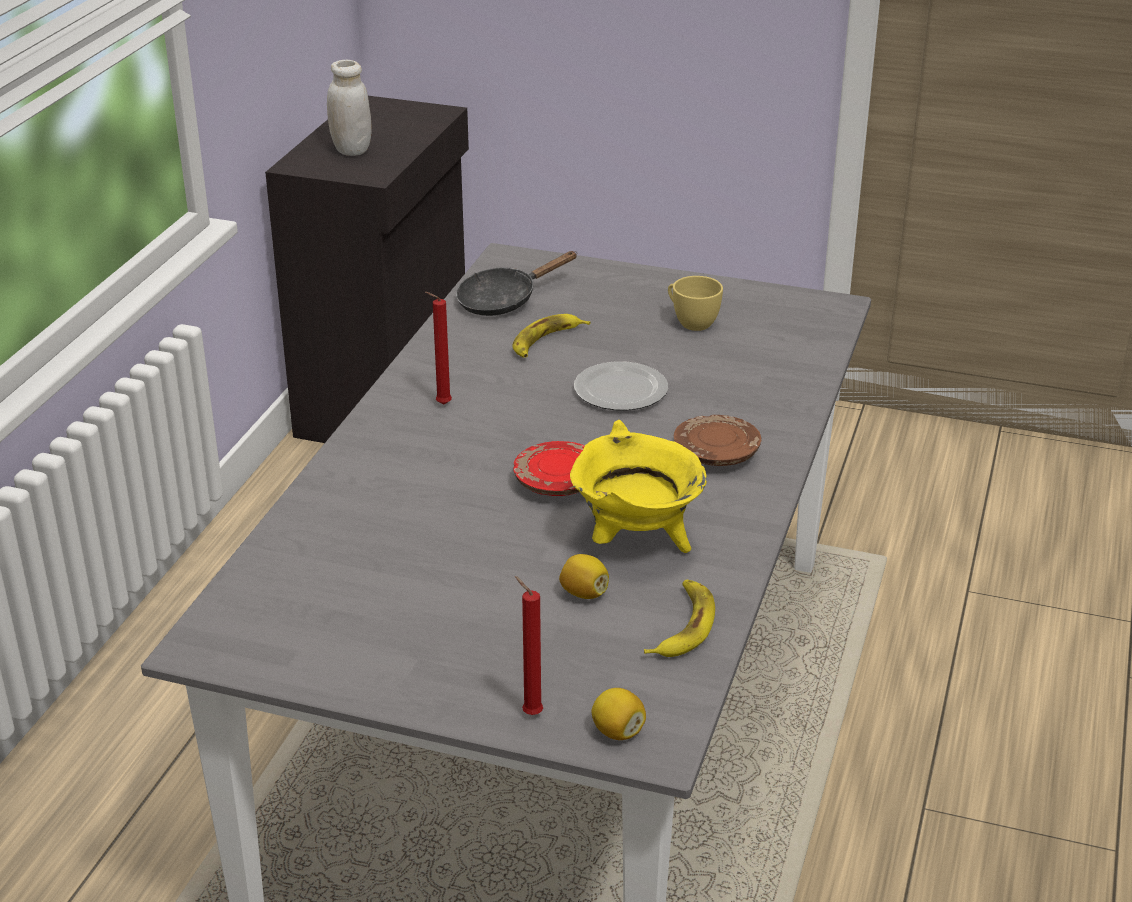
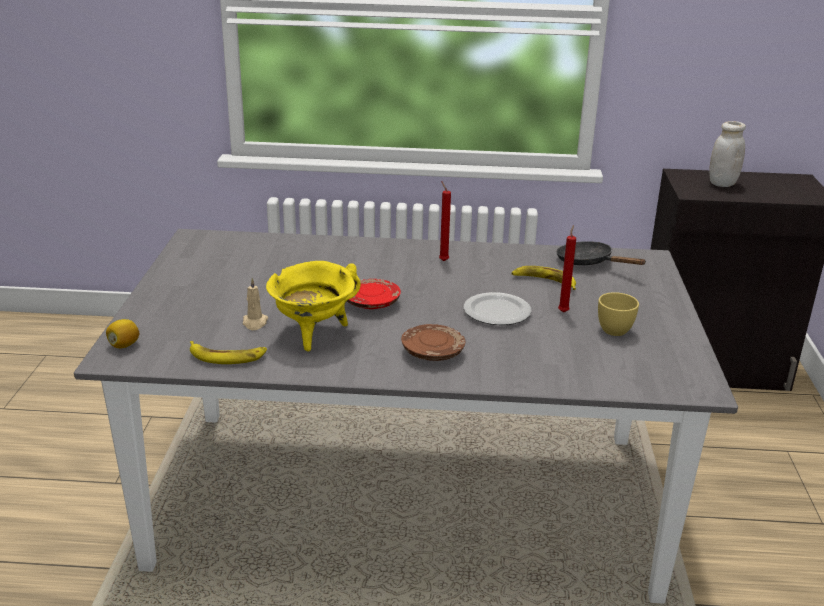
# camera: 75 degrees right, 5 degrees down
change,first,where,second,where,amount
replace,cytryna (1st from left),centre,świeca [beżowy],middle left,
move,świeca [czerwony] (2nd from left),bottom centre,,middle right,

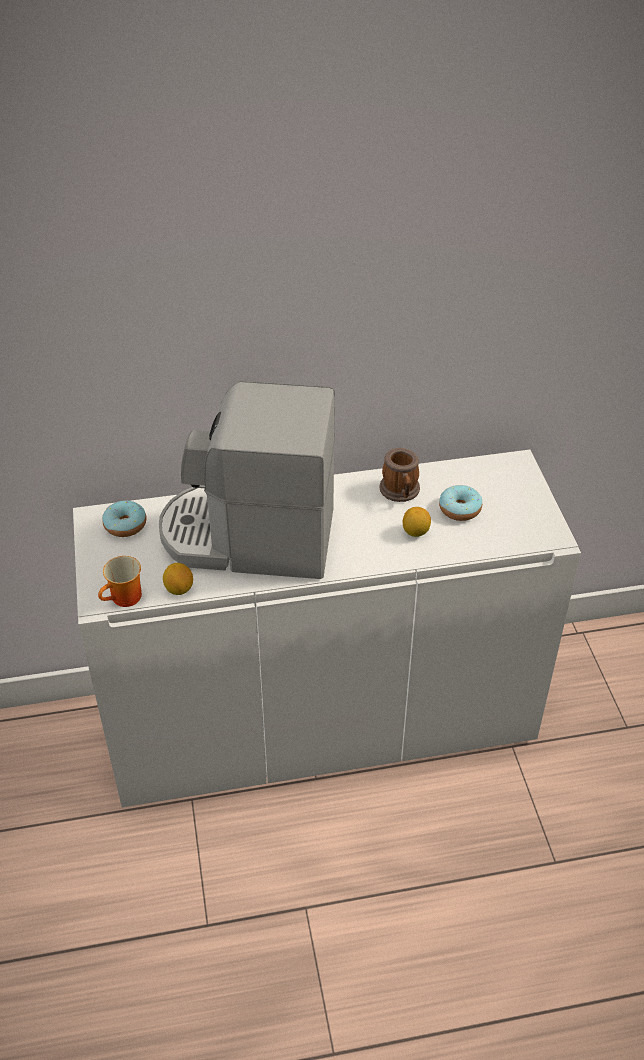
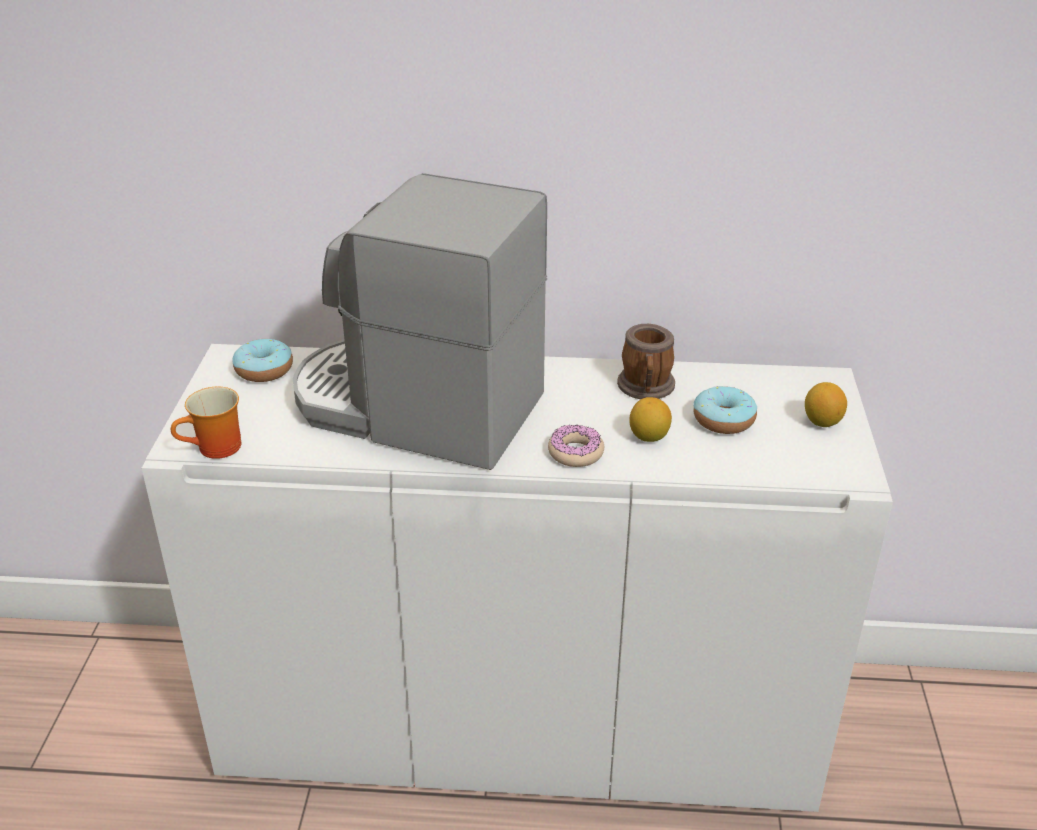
# camera: 15 degrees right, 10 degrees down
change,first,where,second,where,amount
insert,,,donut (2nd from left),centre,
move,cytryna (1st from left in the first image),middle left,cytryna (2nd from left),middle right,

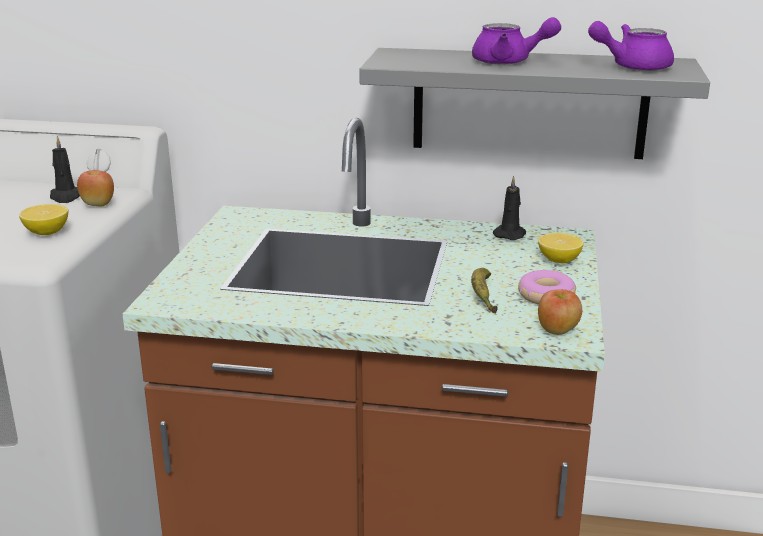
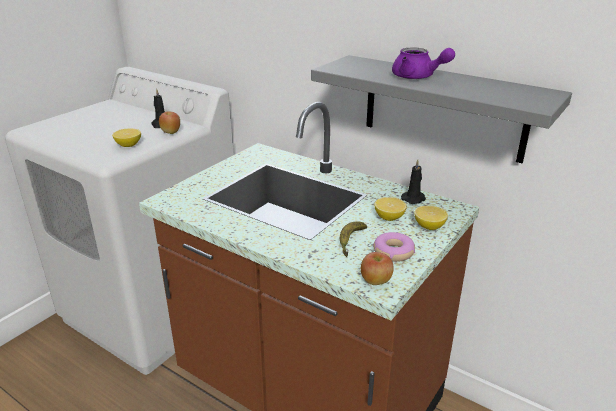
# camera: 25 degrees right, 5 degrees up
change,first,where,second,where,amount
insert,,,cytryna (2nd from left),centre,
delete,imbryk [fioletowy] (2nd from left),top right,,,

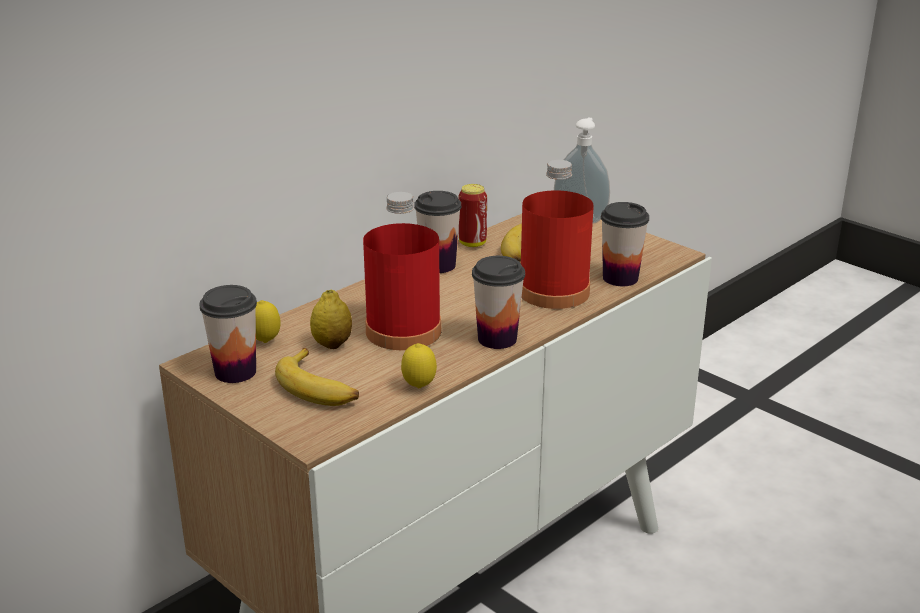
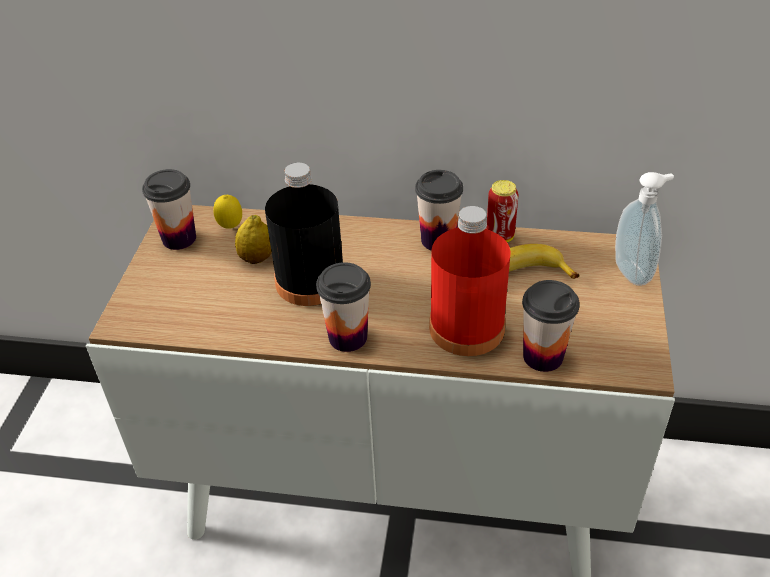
# camera: 55 degrees right, 15 degrees up
change,first,where,second,where,amount
recolor,butelka [czerwony] (1st from left),centre,butelka [czarny],centre,
delete,banan (1st from left),centre,,,
delete,cytryna (3rd from left),centre,,,

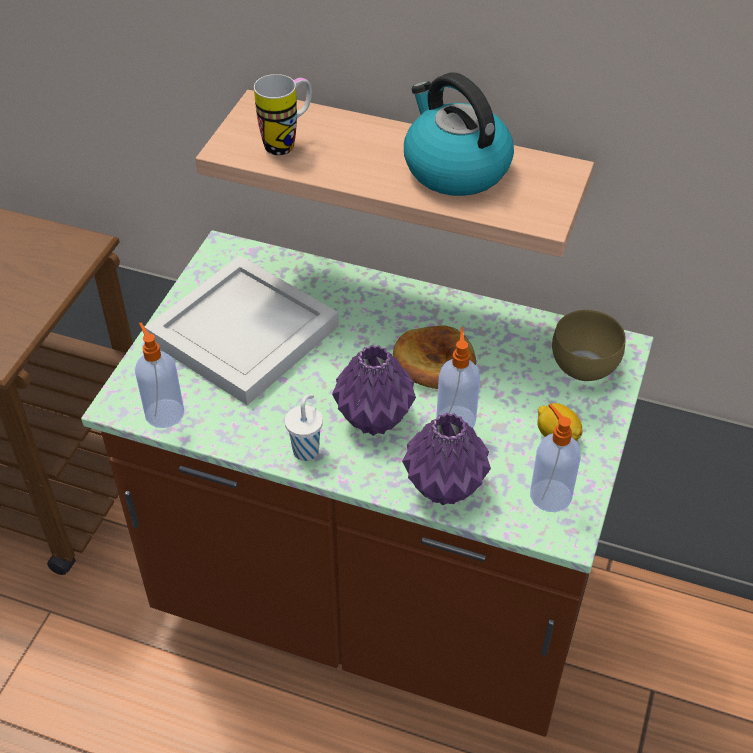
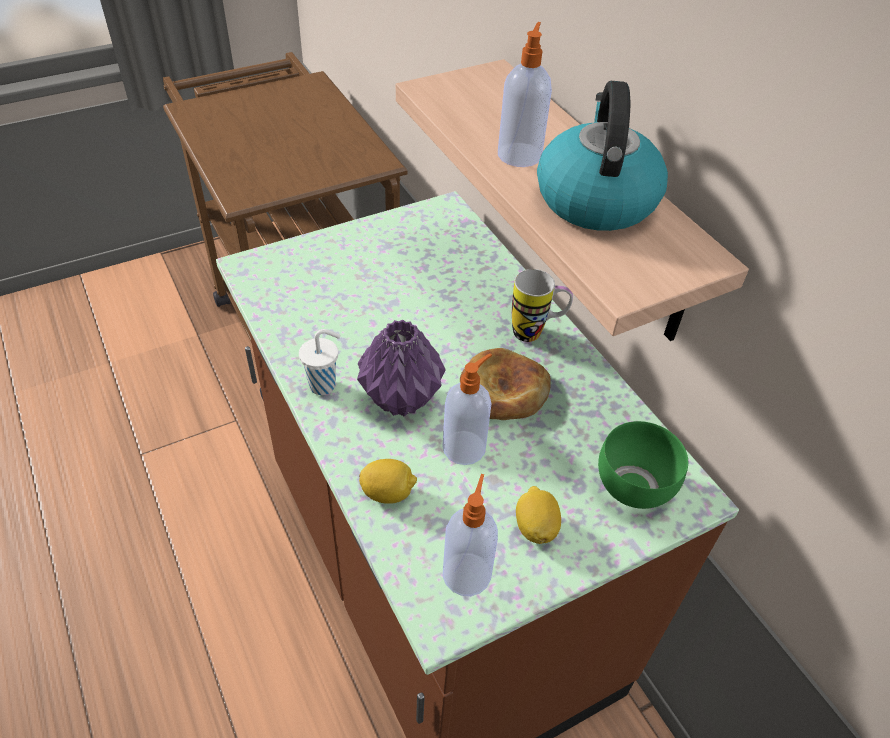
# camera: 40 degrees right, 0 degrees up
change,first,where,second,where,amount
replace,wazon [fioletowy] (2nd from left),centre,cytryna (1st from left),centre,
move,dozownik mydła (1st from left in the first image),middle left,dozownik mydła (3rd from left),top centre,
move,kubek,top centre,,centre,
recolor,miska [brązowy],middle right,miska [zielony],middle right,
delete,taca [biały],middle left,,,

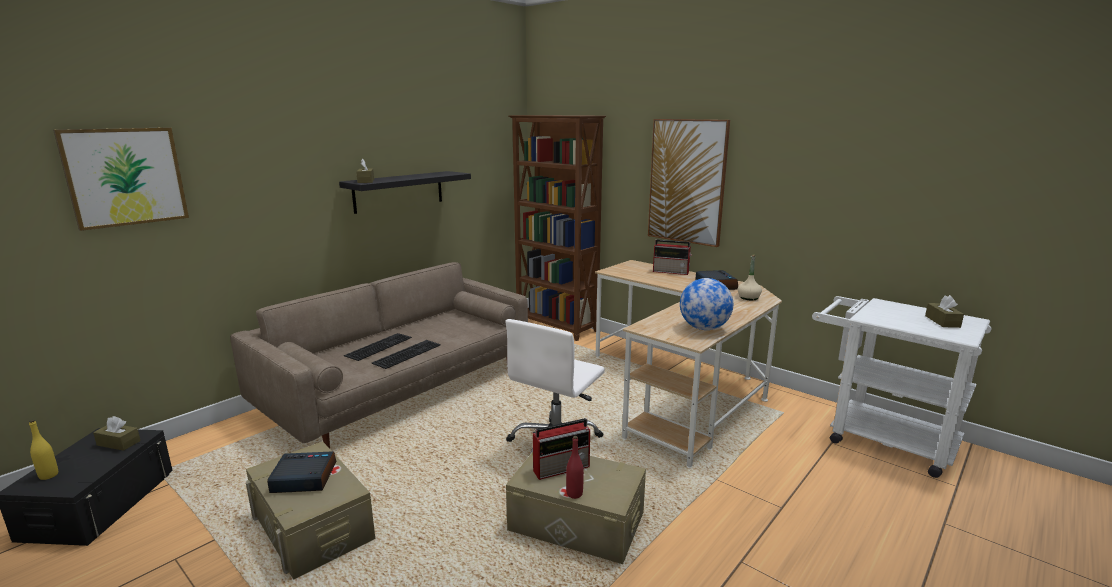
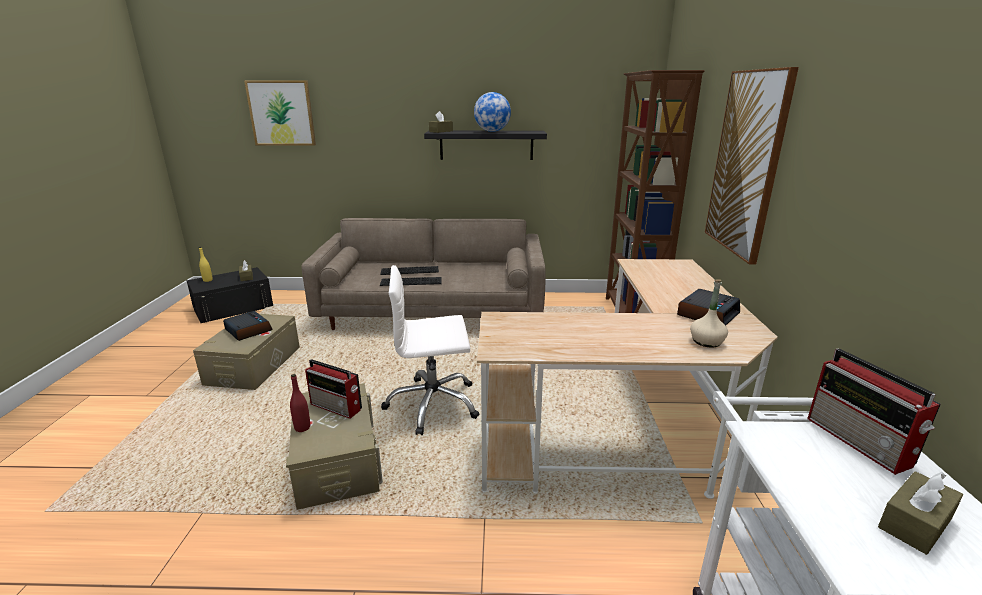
# camera: 50 degrees right, 5 degrees up
change,first,where,second,where,amount
move,globus,centre,,top centre,
move,radio (2nd from left),centre,,bottom right,

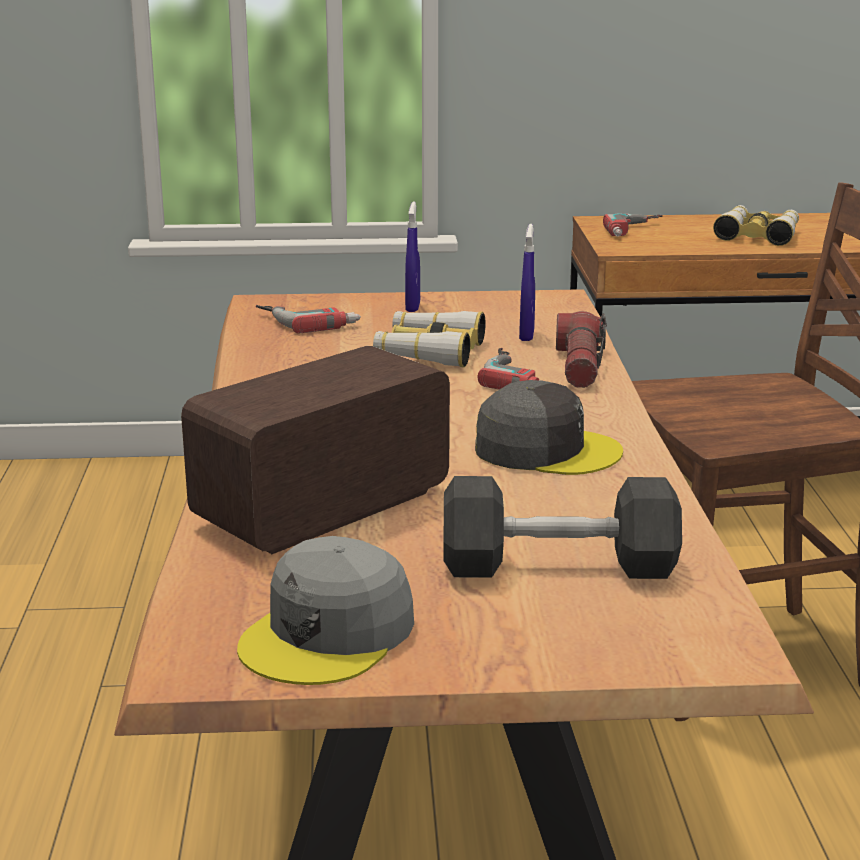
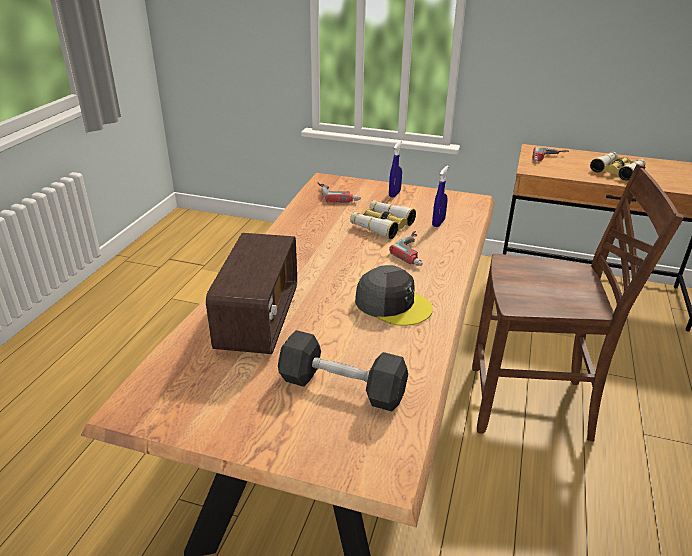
# camera: 20 degrees right, 10 degrees up
change,first,where,second,where,amount
rotate,radio,centre,,centre,120 degrees clockwise
delete,czapka z daszkiem [szary] (1st from left),bottom centre,,,
delete,latarka,middle right,,,

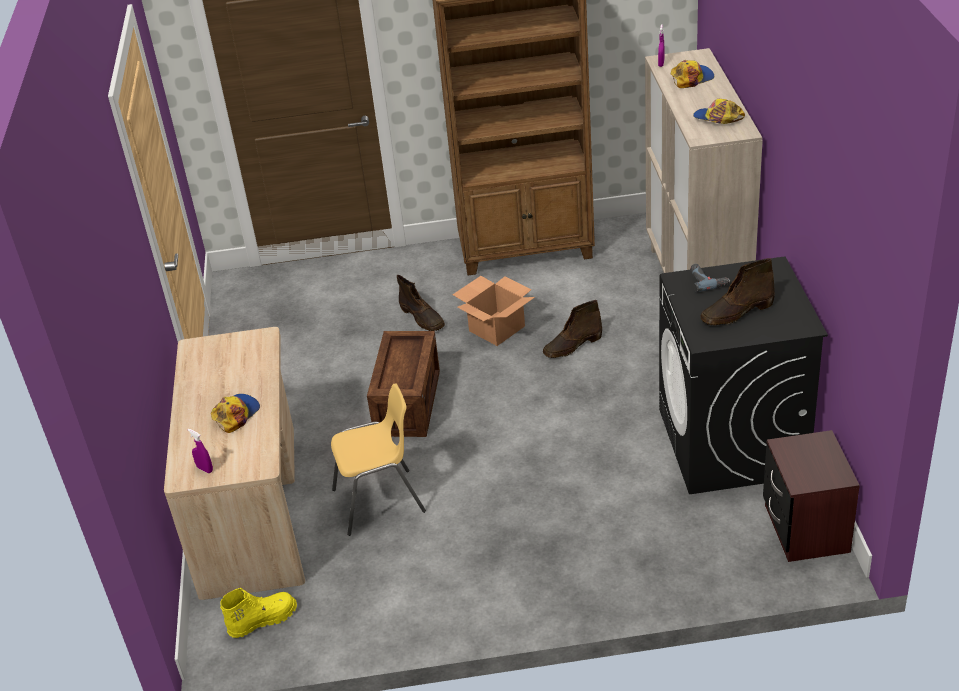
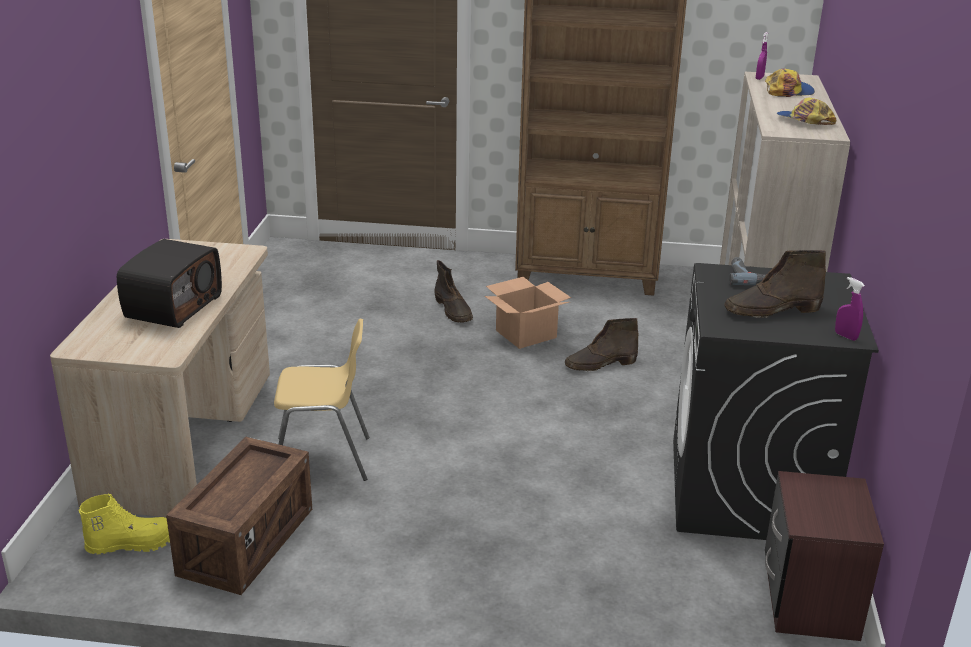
# camera: 10 degrees right, 10 degrees down
change,first,where,second,where,amount
replace,czapka z daszkiem (1st from left),middle left,radio,middle left,
move,skrzynka,centre,,bottom left,
move,spryskiwacz [fioletowy] (1st from left in the first image),middle left,spryskiwacz [fioletowy] (2nd from left),middle right,

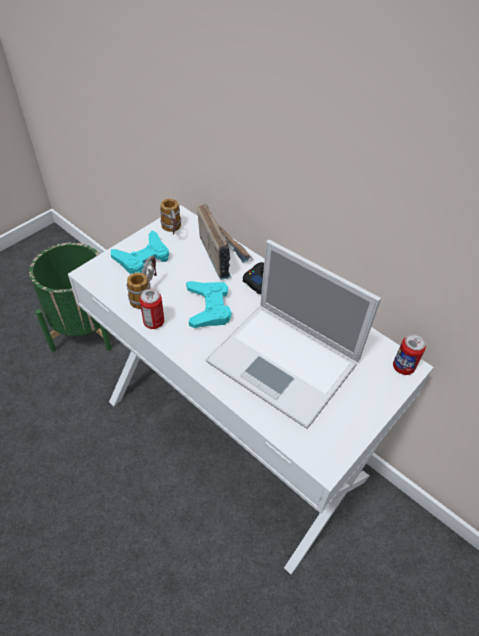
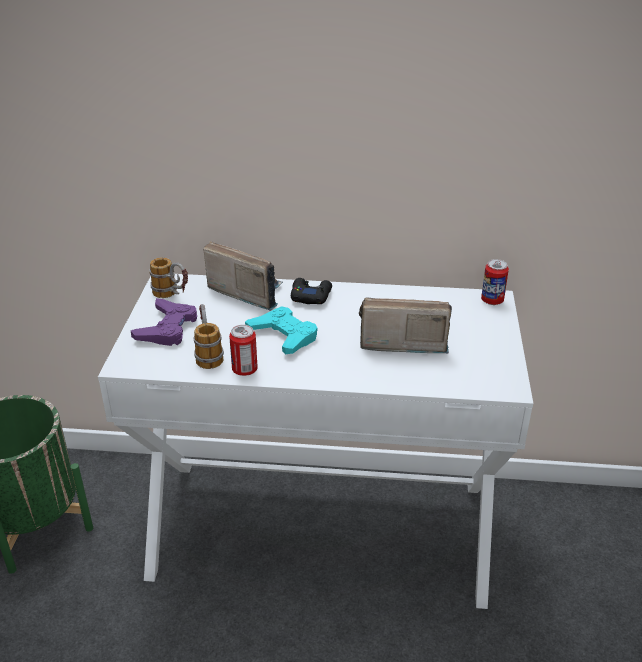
# camera: 35 degrees left, 15 degrees down
change,first,where,second,where,amount
recolor,pad do gier [turkusowy] (1st from left),middle left,pad do gier [fioletowy],middle left,
replace,laptop,centre,radio (2nd from left),centre,

